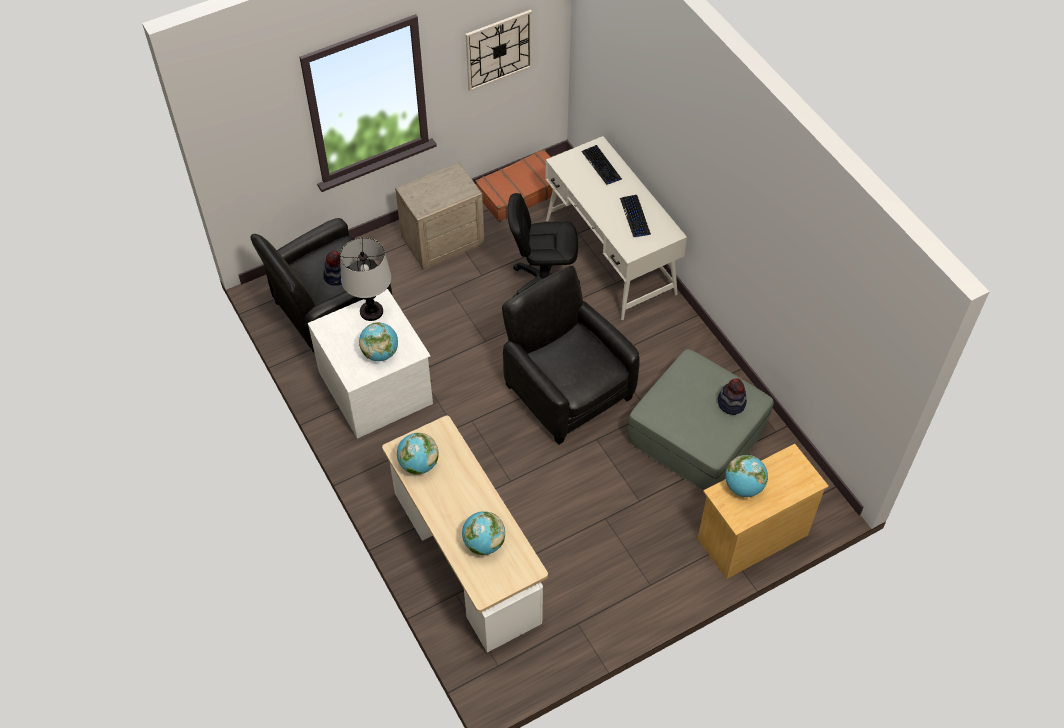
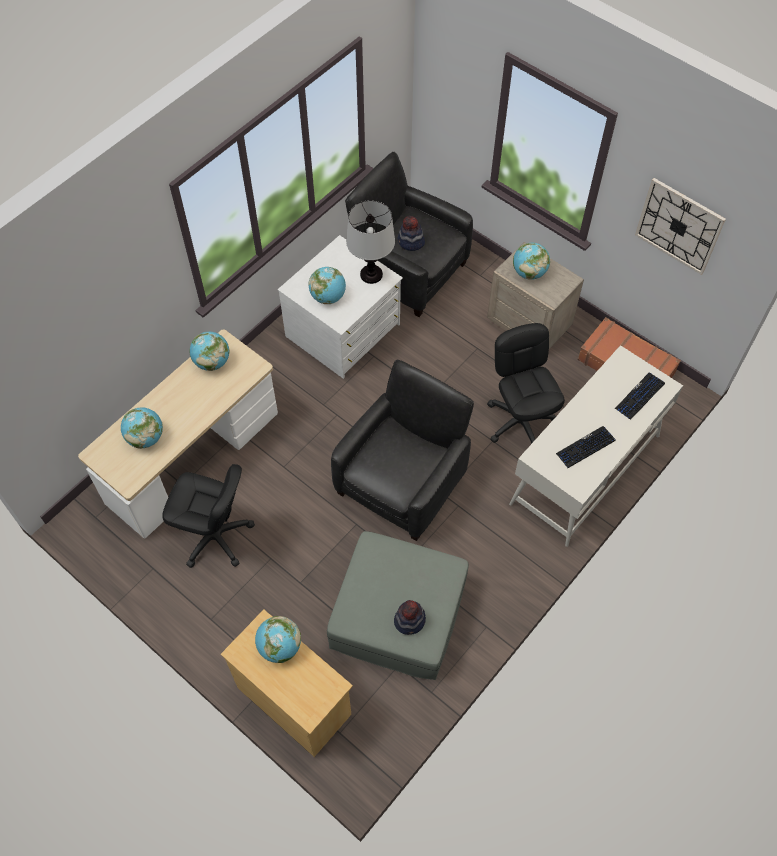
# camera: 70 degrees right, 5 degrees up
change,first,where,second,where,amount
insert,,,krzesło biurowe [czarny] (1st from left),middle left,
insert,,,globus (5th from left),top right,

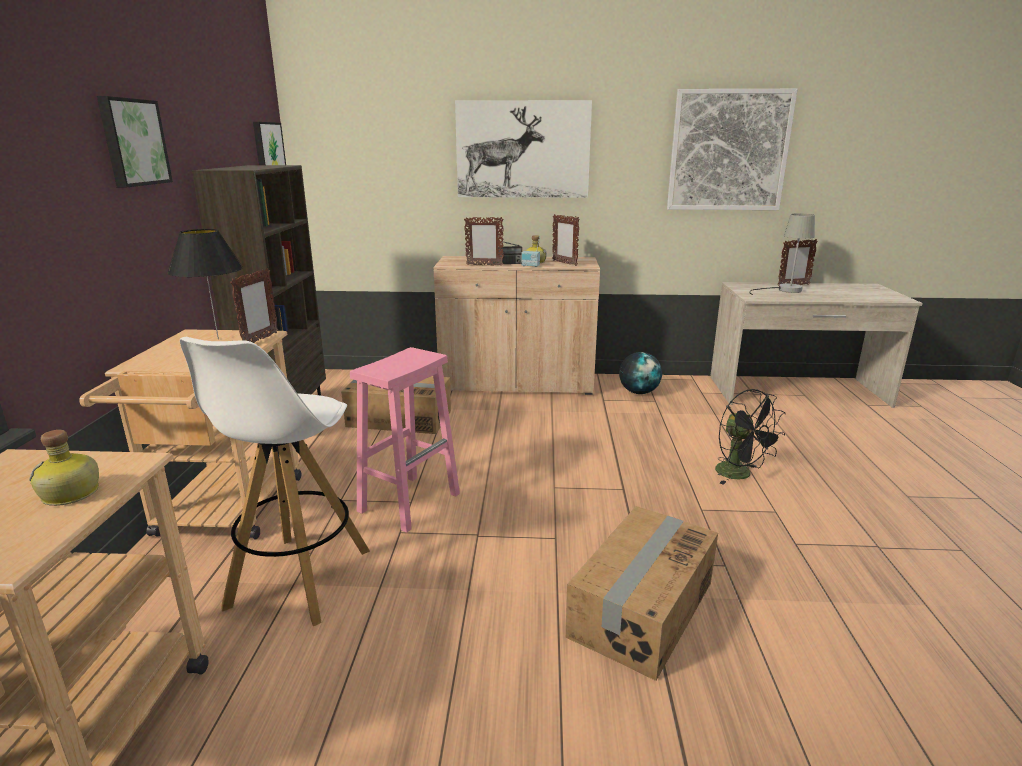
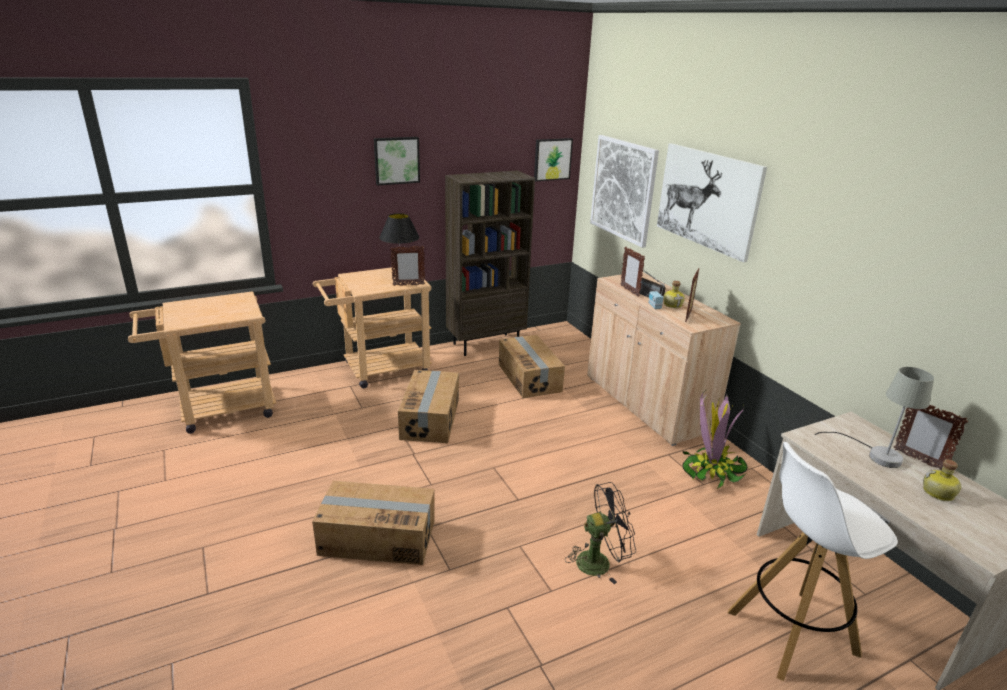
# camera: 60 degrees right, 5 degrees up
change,first,where,second,where,amount
replace,stołek [różowy],centre,karton (2nd from left),centre,
rotate,wentylator [czarny],middle right,,bottom centre,135 degrees counterclockwise
move,obraz (4th from left in the first image),top right,obraz (3rd from left),top centre,
replace,globus,centre,roślina doniczkowa,middle right,
move,stołek [biały],middle left,,bottom right,
move,butelka (1st from left in the first image),middle left,butelka (2nd from left),bottom right,

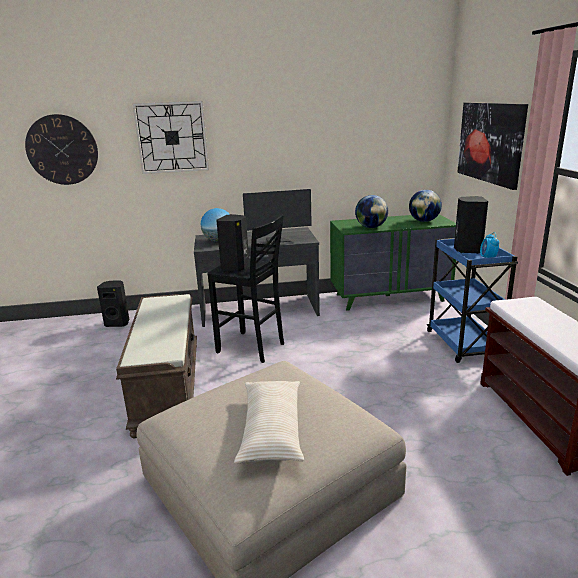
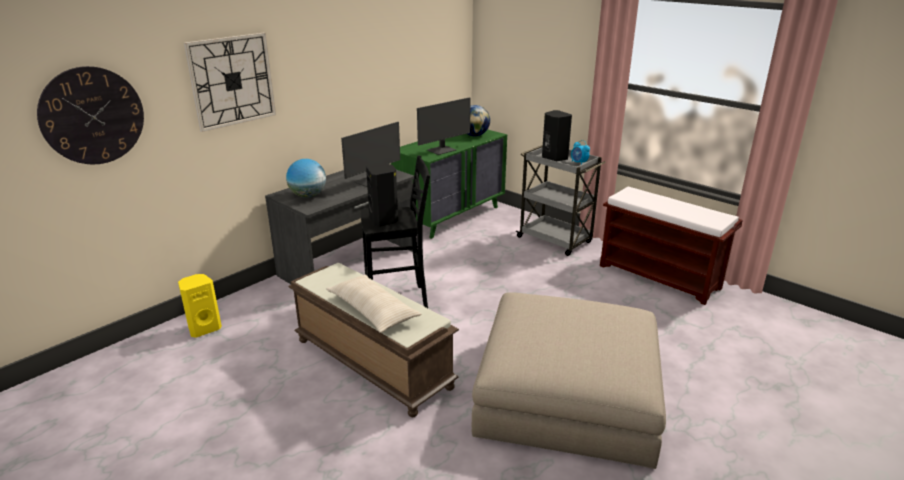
# camera: 40 degrees left, 5 degrees up
change,first,where,second,where,amount
recolor,głośnik [czarny] (1st from left),middle left,głośnik [żółty],middle left,
move,poduszka [beżowy],bottom centre,,centre,
replace,globus (2nd from left),centre,monitor (2nd from left),top centre,
recolor,wózek [niebieski],middle right,wózek [szary],centre,
delete,obraz,top right,,,

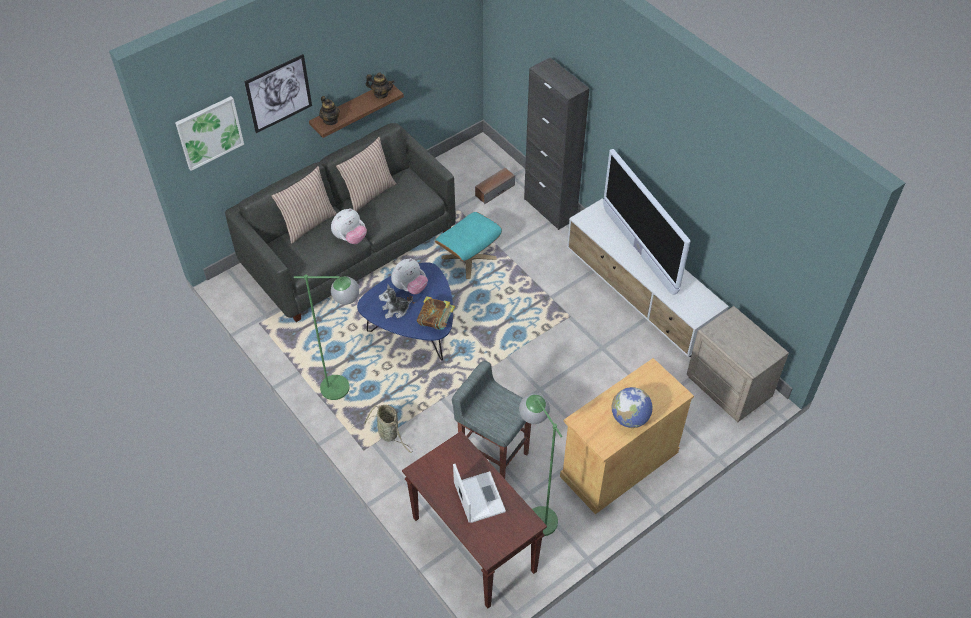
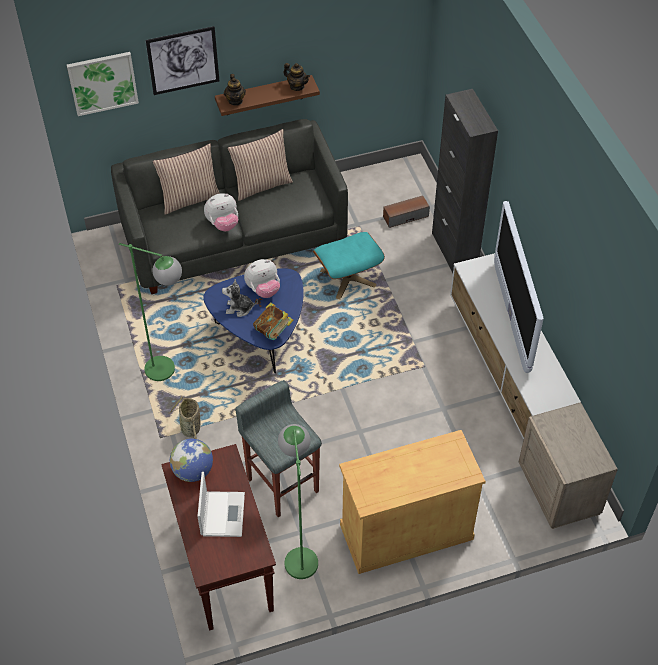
# camera: 20 degrees right, 0 degrees up
change,first,where,second,where,amount
move,globus,centre,,bottom left,

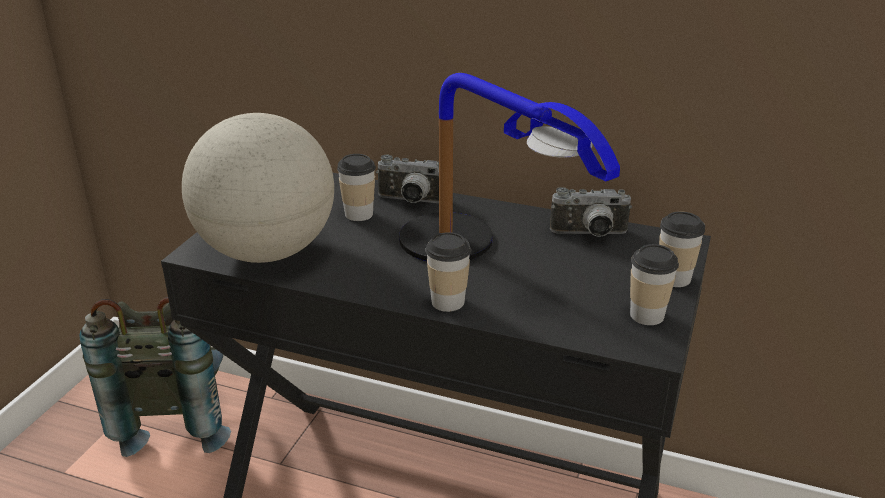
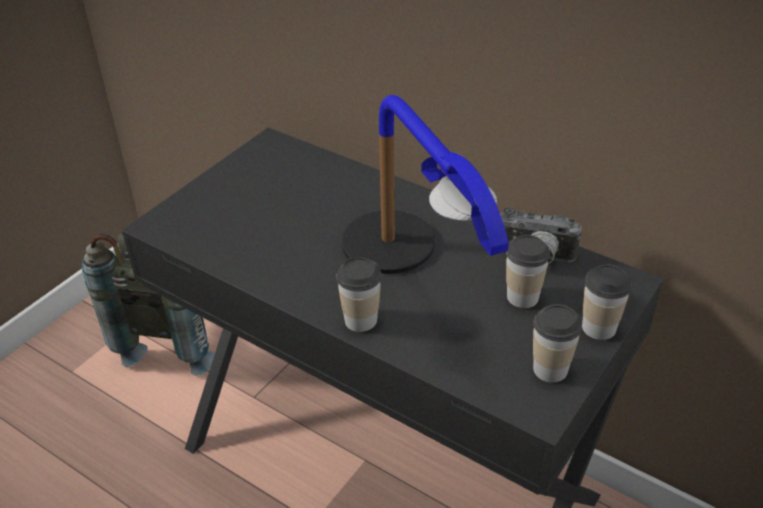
# camera: 15 degrees right, 10 degrees up
change,first,where,second,where,amount
move,filiżanka (1st from left in the first image),centre,filiżanka (2nd from left),middle right,
delete,globus,middle left,,,
delete,aparat fotograficzny (1st from left),centre,,,

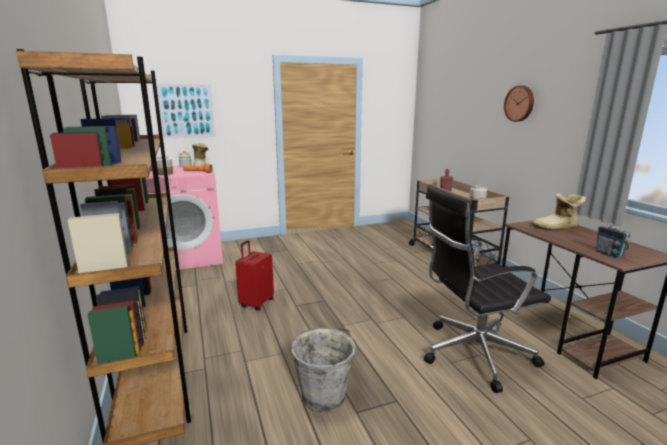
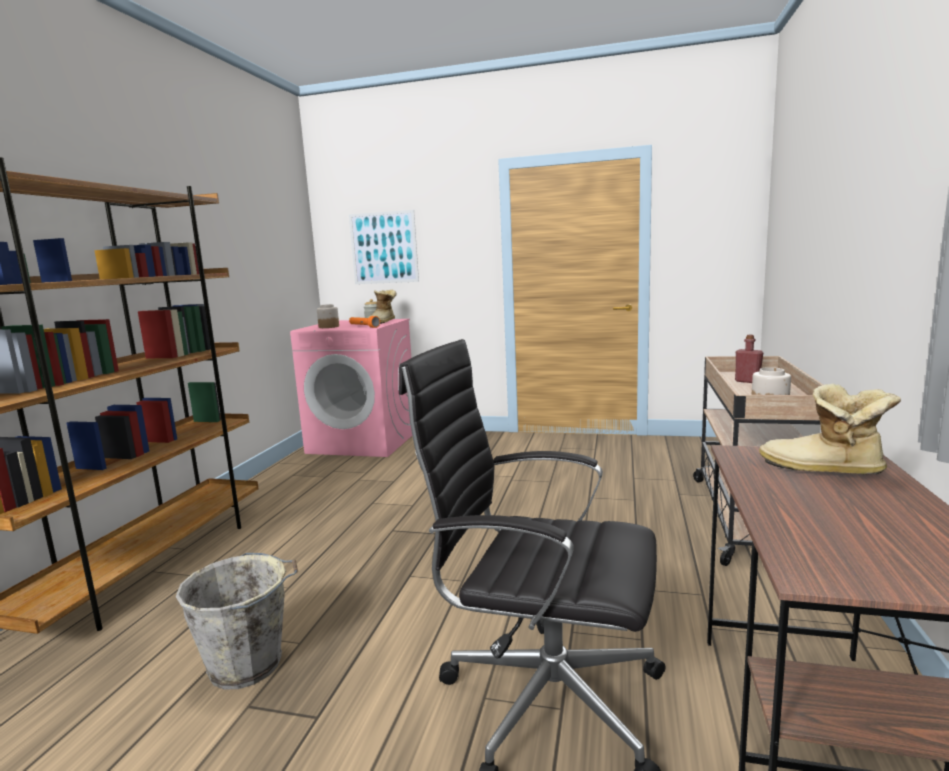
# camera: 35 degrees right, 5 degrees down
change,first,where,second,where,amount
delete,walizka [czerwony],centre,,,
delete,zegar ścienny,top right,,,
delete,radio,middle right,,,

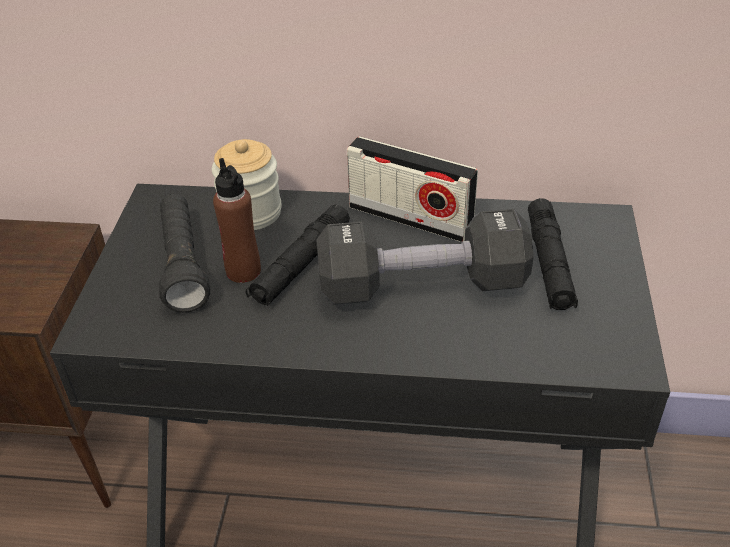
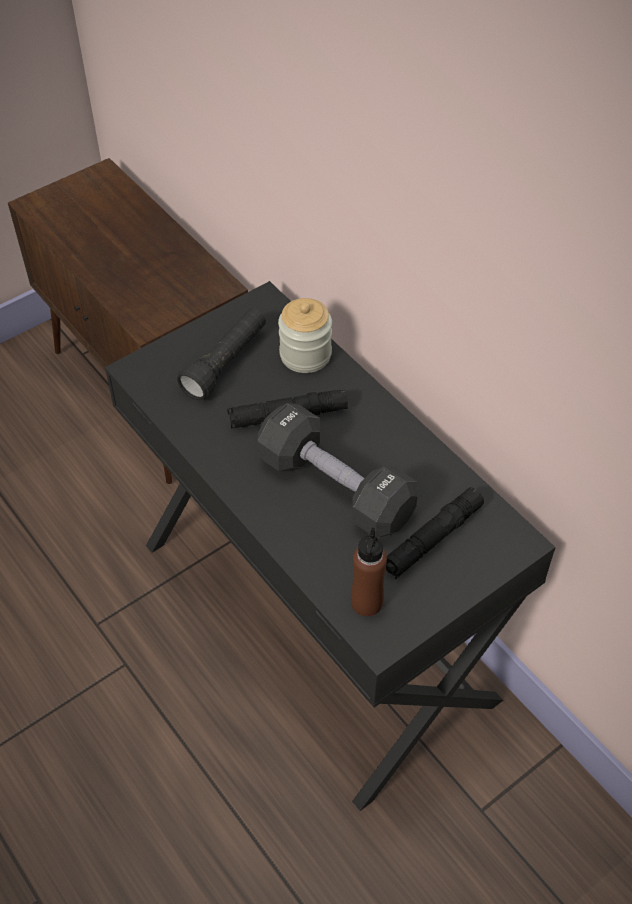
# camera: 45 degrees right, 10 degrees up
change,first,where,second,where,amount
move,butelka [brązowy],middle left,,centre,
delete,radio,centre,,,

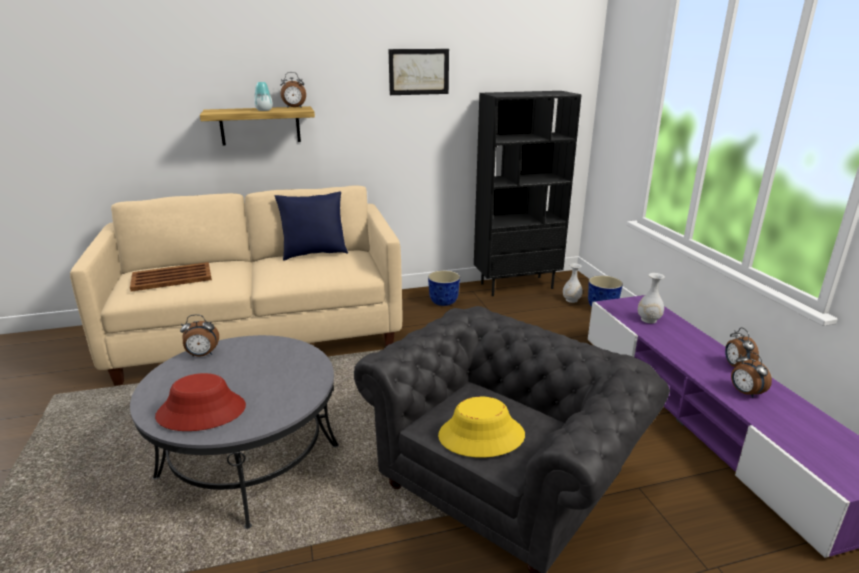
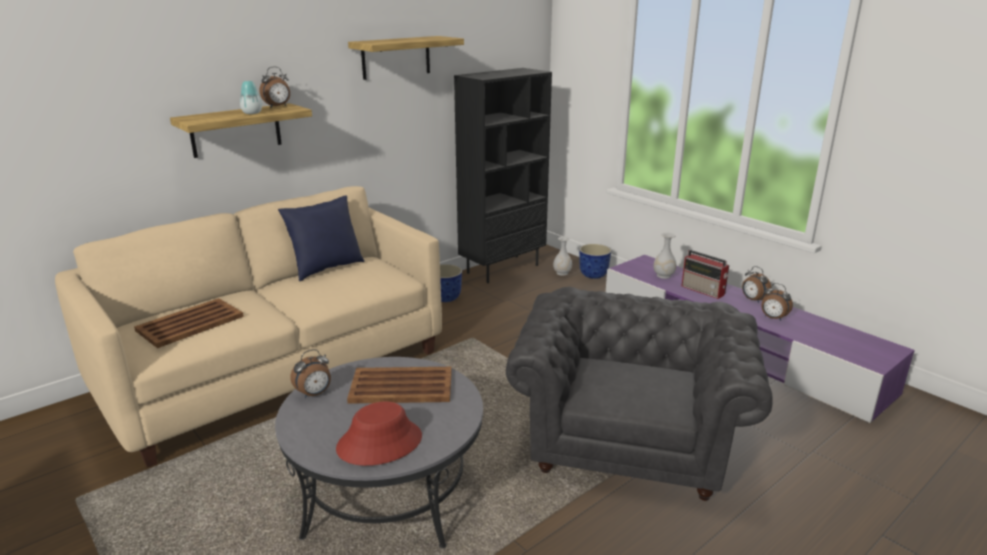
# camera: 25 degrees left, 0 degrees up
change,first,where,second,where,amount
insert,,,taca [brązowy] (2nd from left),bottom centre,
replace,obraz,top centre,półka (2nd from left),top centre,
insert,,,radio,middle right,
delete,kapelusz [żółty],bottom centre,,,

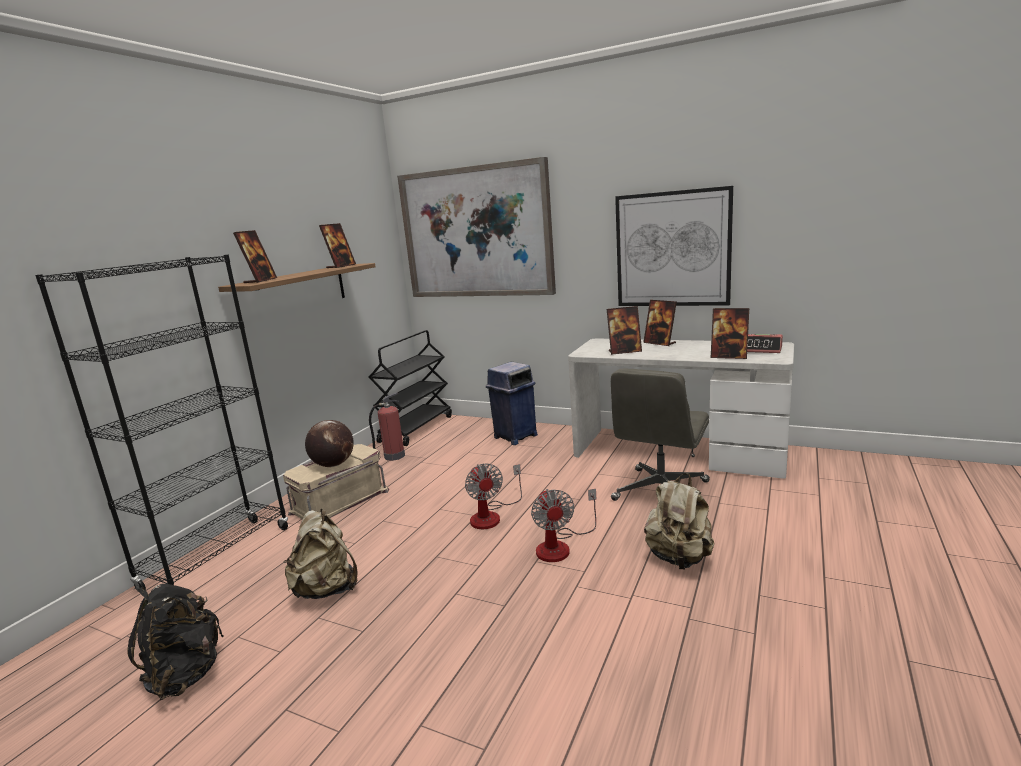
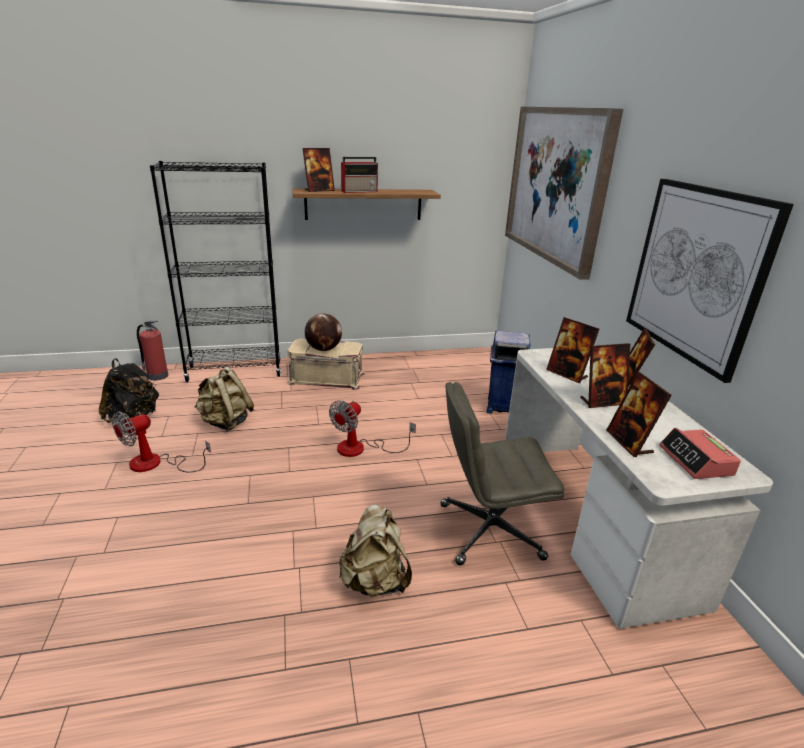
# camera: 50 degrees right, 10 degrees up
change,first,where,second,where,amount
move,wentylator (2nd from left in the first image),bottom centre,wentylator (1st from left),middle left,
move,gaśnica,centre,,middle left,
insert,,,radio,top centre,
move,ramka na zdjęcie (2nd from left in the first image),top left,ramka na zdjęcie (3rd from left),middle right,
delete,wózek [czarny],centre,,,

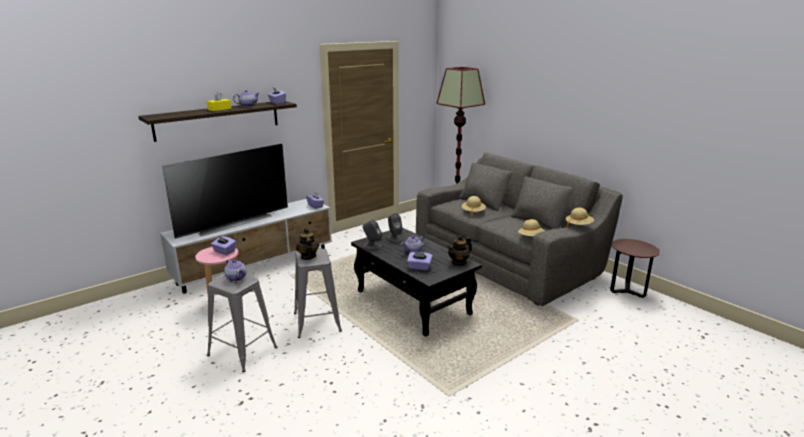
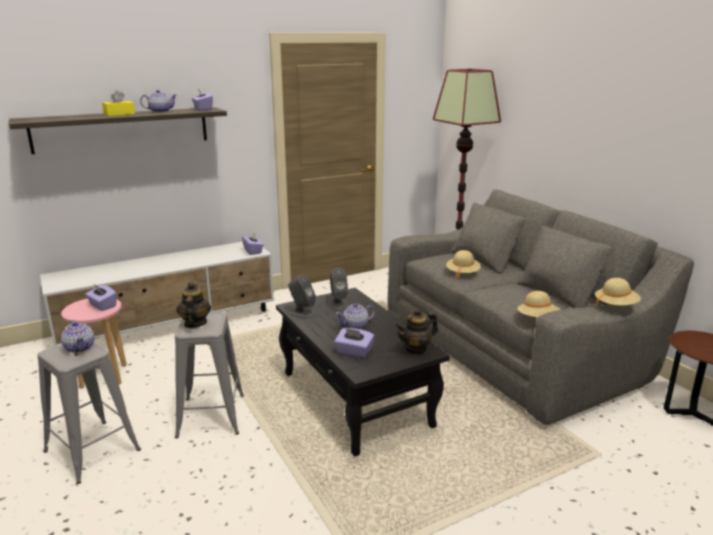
# camera: 10 degrees right, 0 degrees up
change,first,where,second,where,amount
delete,telewizor,middle left,,,

